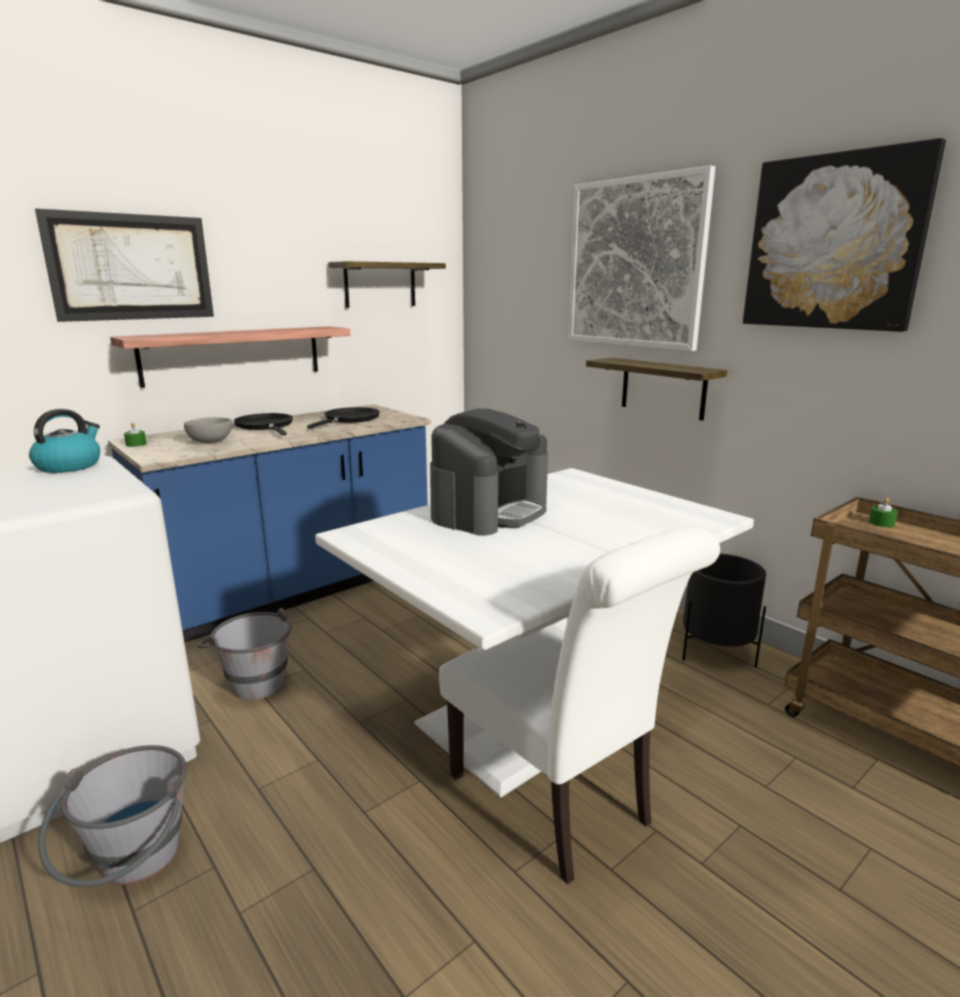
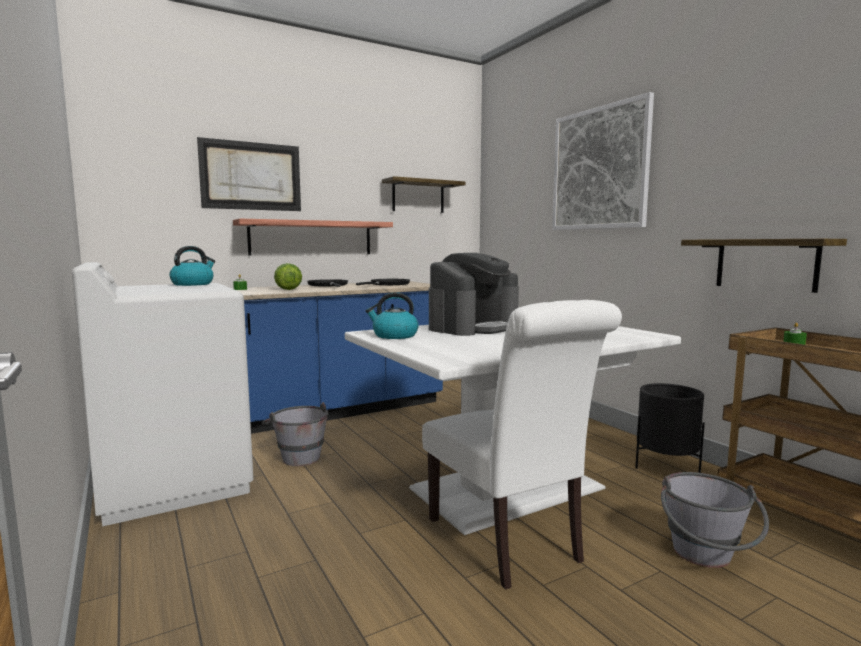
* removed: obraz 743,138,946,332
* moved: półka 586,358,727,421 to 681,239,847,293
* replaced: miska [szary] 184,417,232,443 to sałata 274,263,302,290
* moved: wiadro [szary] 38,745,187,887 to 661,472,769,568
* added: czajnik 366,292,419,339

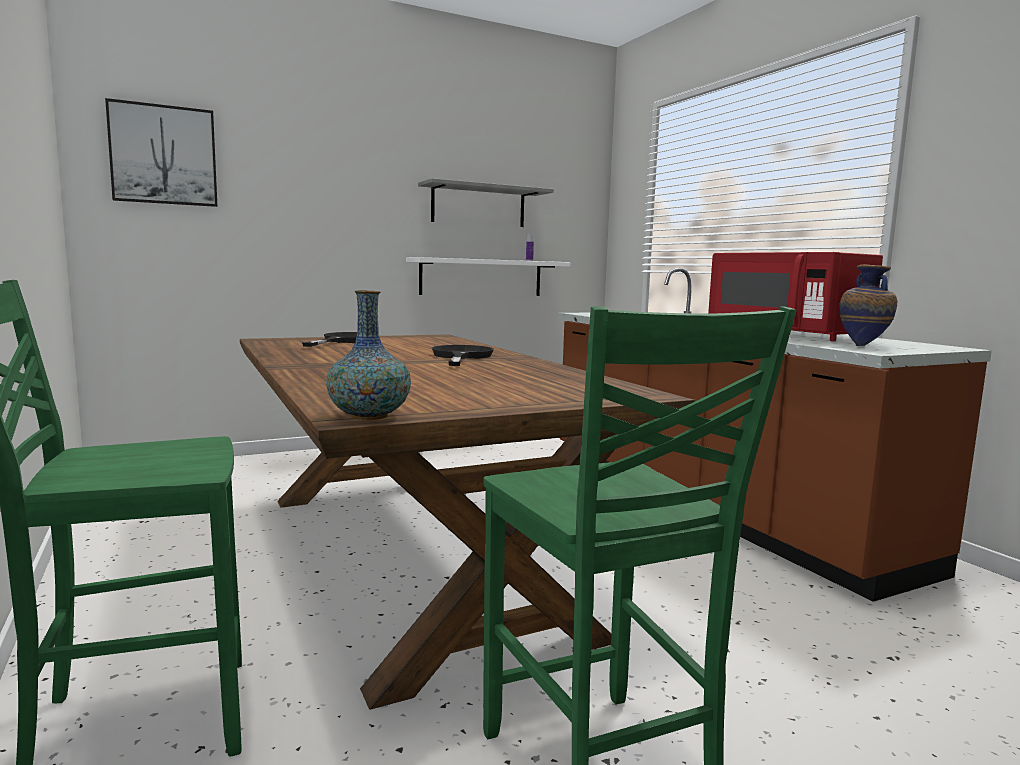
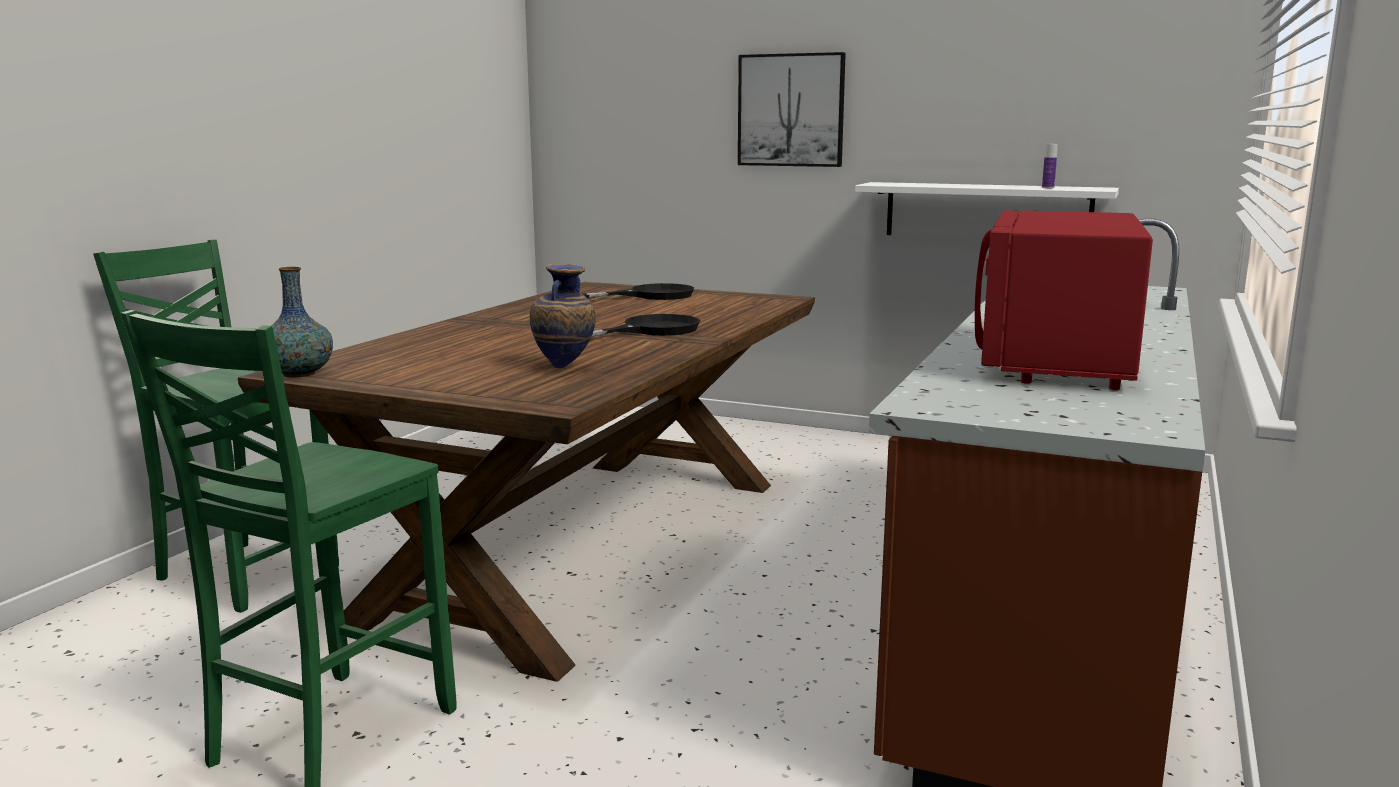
* moved: obraz 105,98,217,207 to 738,52,846,167
* removed: półka [szary] 418,178,554,227
* moved: wazon 839,264,897,346 to 530,264,596,368

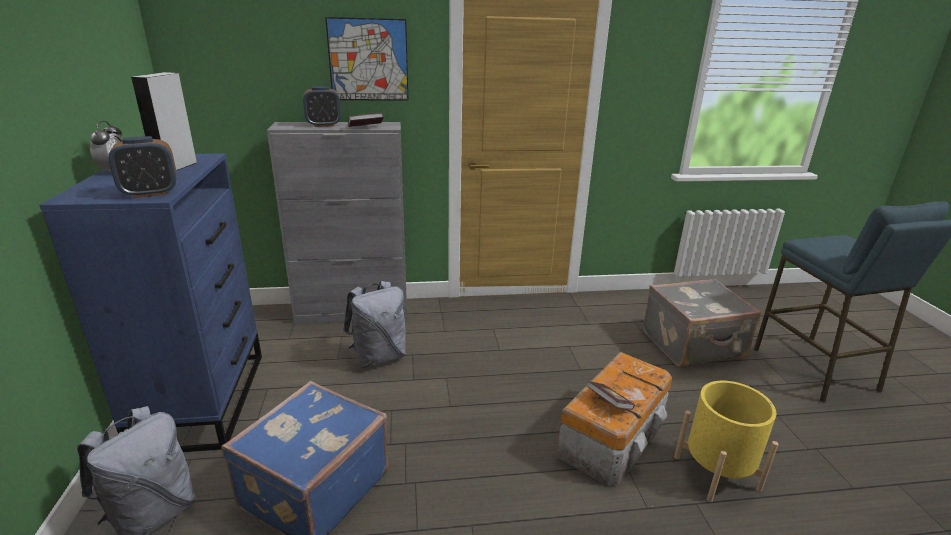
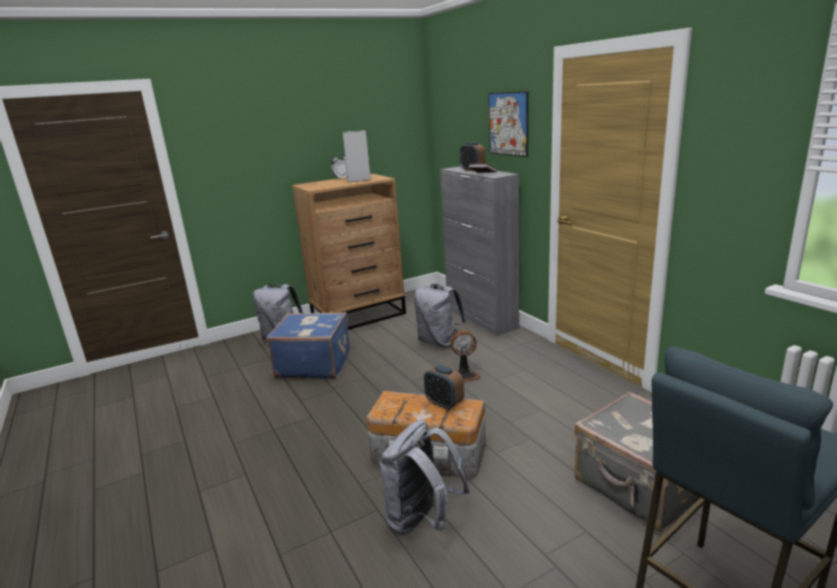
* moved: budzik 108,136,177,198 to 424,365,464,410
* recoloured: komoda [niebieski] 39,154,262,452 to komoda [brązowy] 292,174,406,330
* removed: książka 587,381,635,410
* replaced: donica [żółty] 674,381,779,502 to plecak [szary] 380,420,470,534
* added: wentylator 450,330,481,382

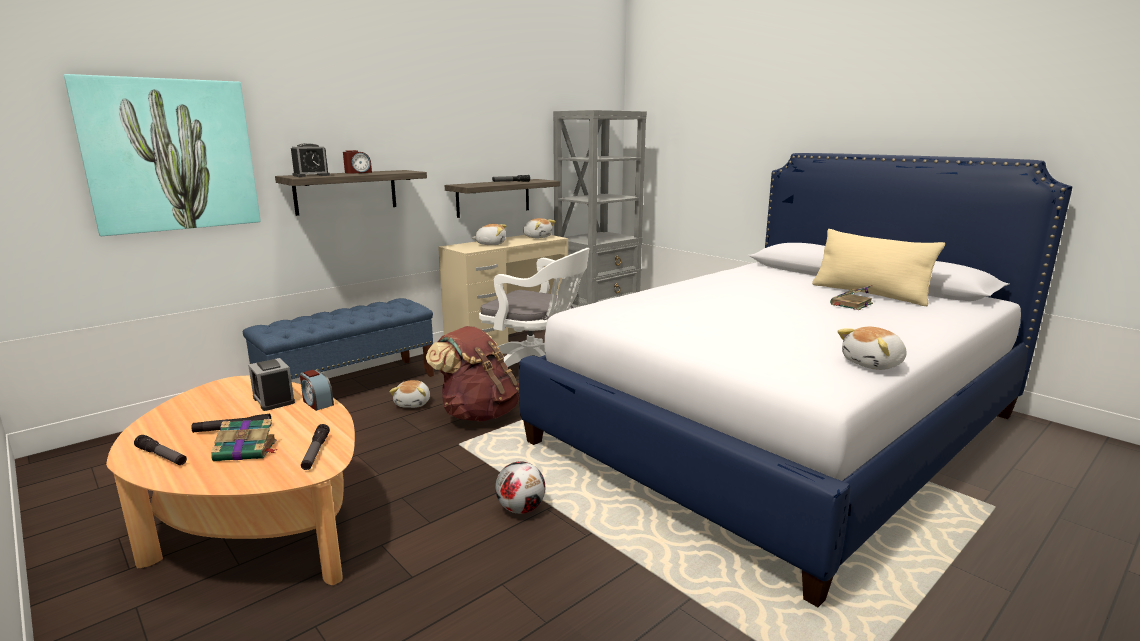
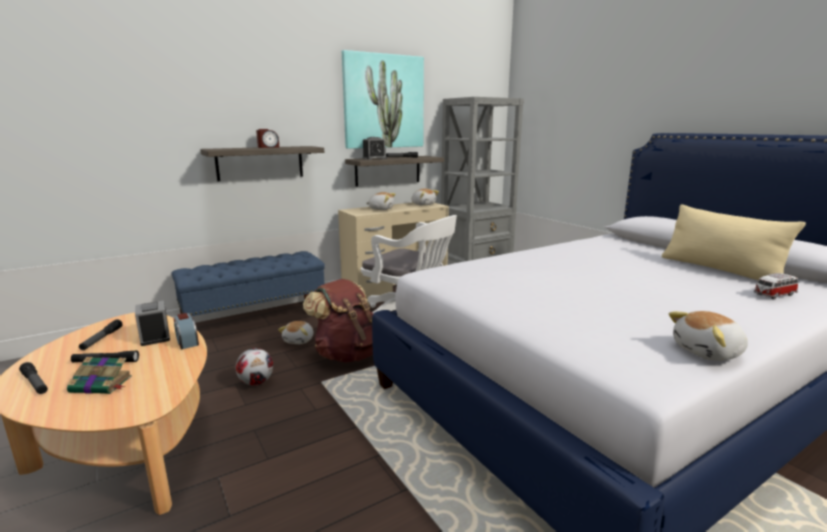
* moved: obraz 64,74,261,236 to 342,50,424,149
* moved: budzik 291,143,330,177 to 362,137,387,160
* removed: książka 830,285,873,310
* moved: latarka 301,424,330,470 to 79,319,123,350
* moved: piłka futbolowa 495,461,545,514 to 235,348,273,385
* added: samochodzik 754,273,798,299

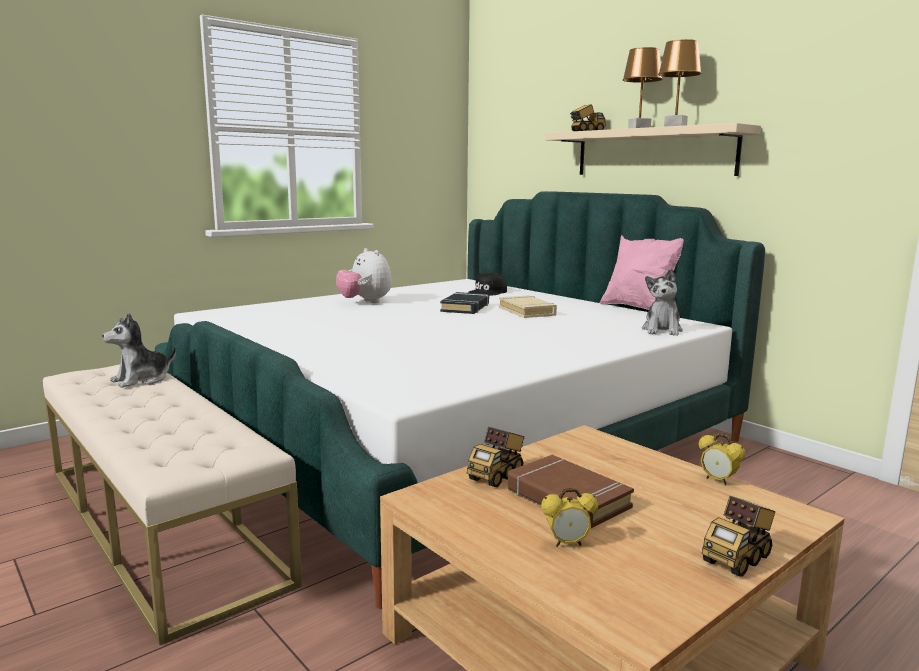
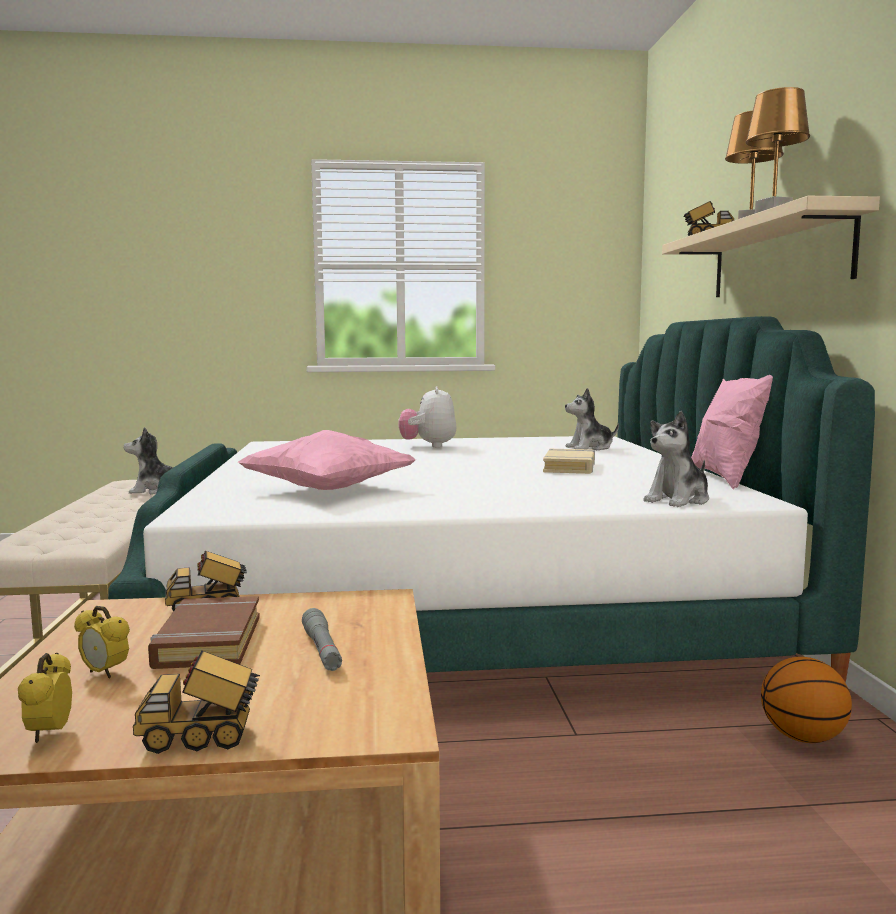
* replaced: czapka z daszkiem [czarny] 468,273,507,295 to pluszak 565,388,619,450
* removed: książka [czarny] 440,292,489,314
* moved: budzik 699,433,745,485 to 18,653,72,743
* added: poduszka [różowy] 237,430,416,490
* added: latarka [szary] 302,608,342,671
* added: piłka do koszykówki 761,657,852,743

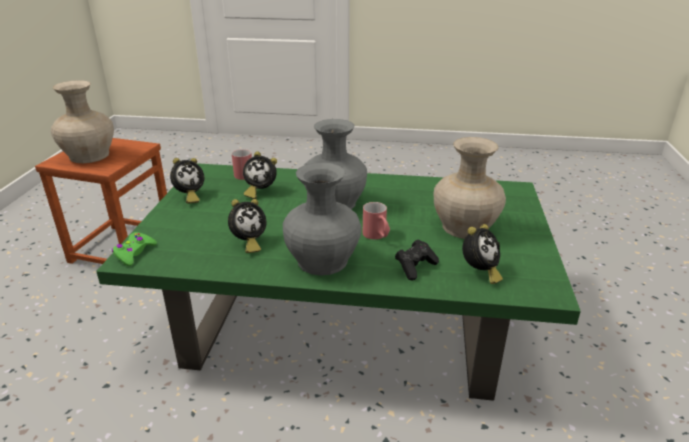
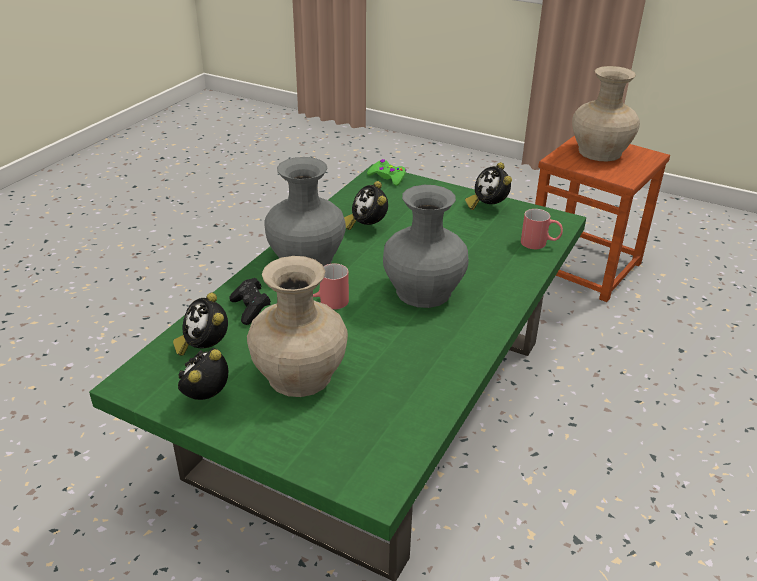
* moved: budzik 243,151,277,199 to 178,348,228,400

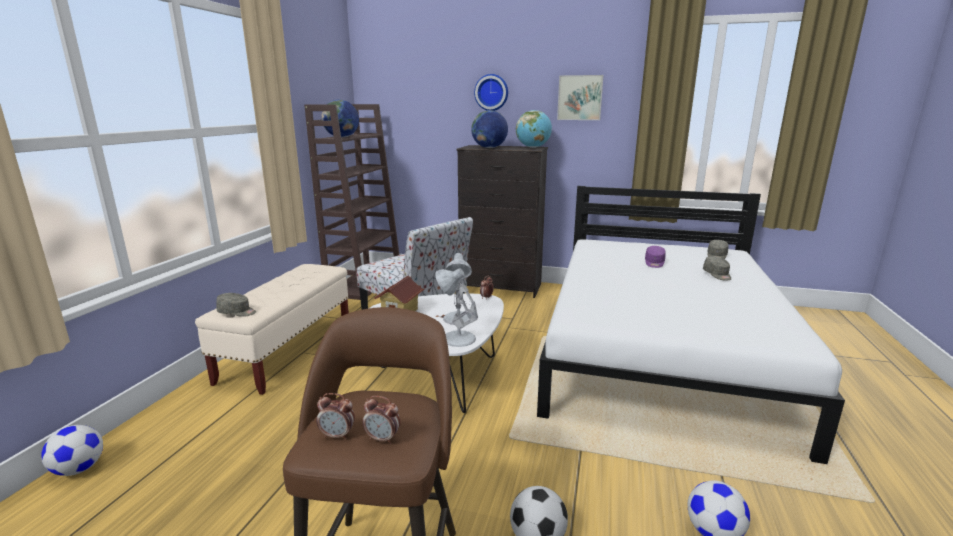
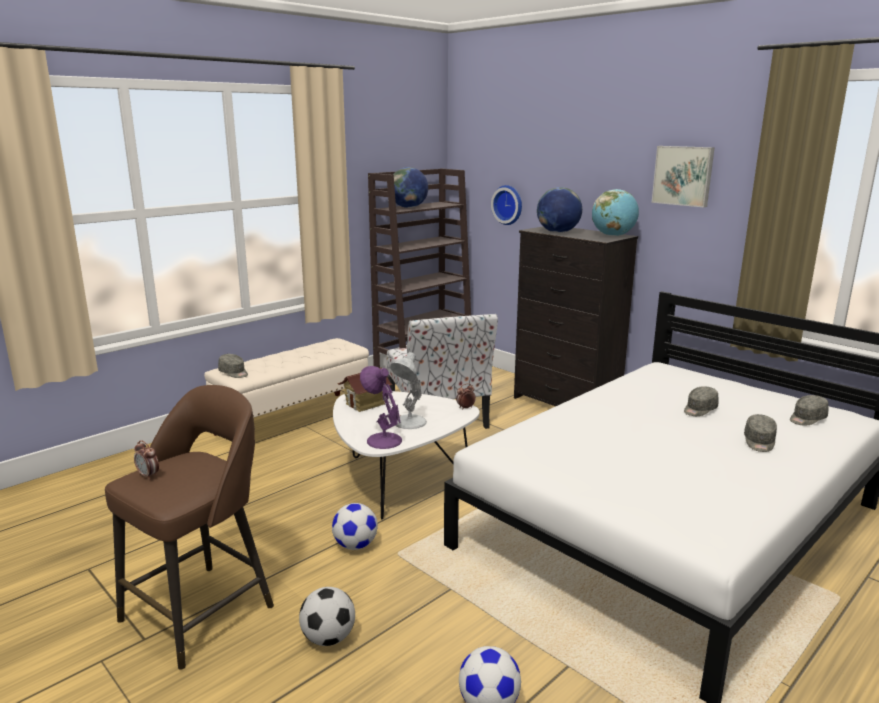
* moved: zegar ścienny 474,74,508,111 to 491,185,522,225
* recoloured: czapka z daszkiem [fioletowy] 645,246,666,268 to czapka z daszkiem [szary] 684,386,719,416
* recoloured: lampa stołowa [biały] 435,268,478,347 to lampa stołowa [fioletowy] 360,366,402,449
* removed: budzik 363,396,400,444
* moved: piłka futbolowa 41,425,103,476 to 332,503,378,550

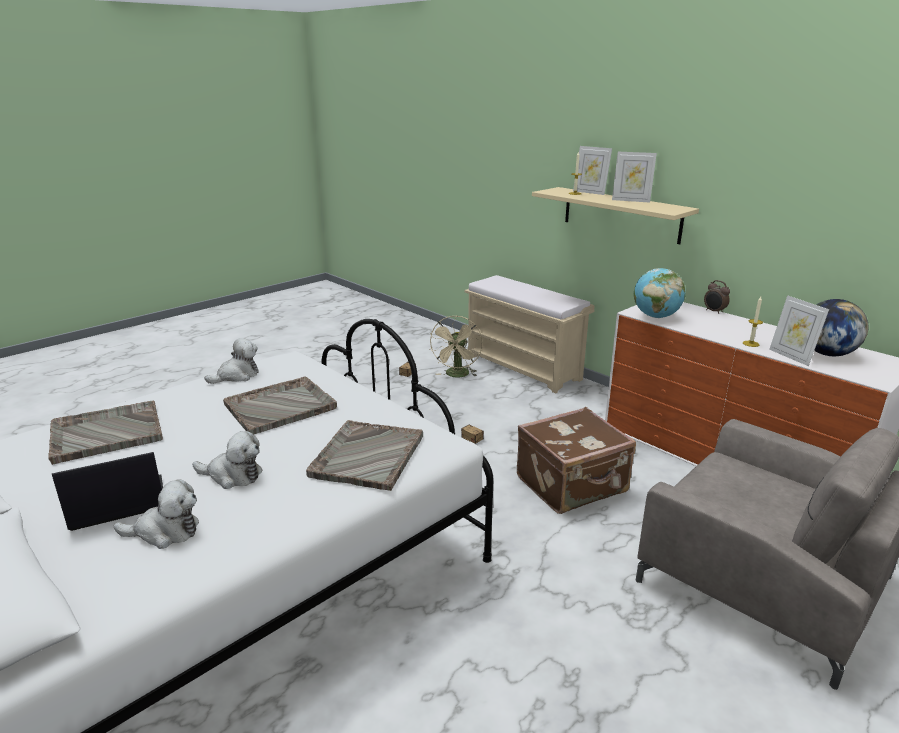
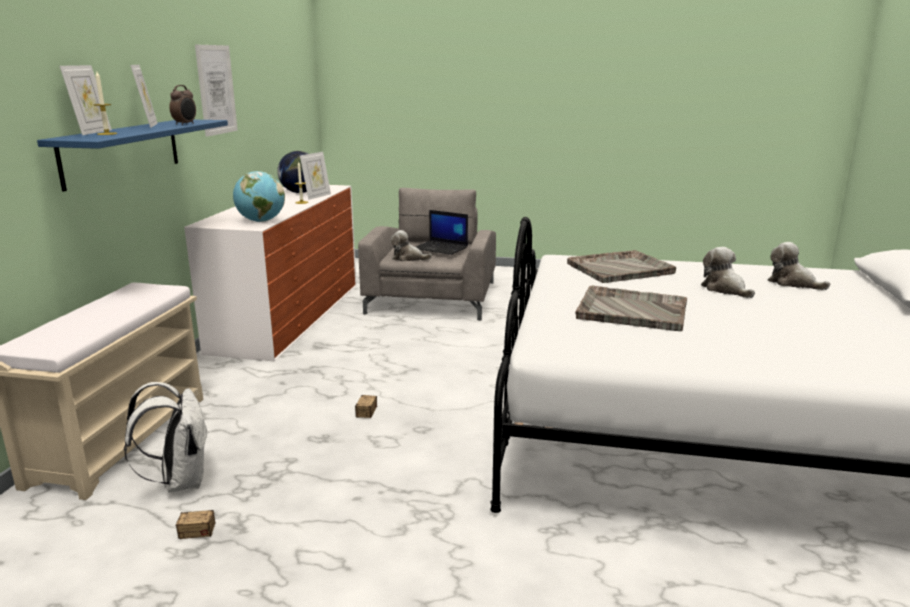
* recoloured: półka [beżowy] 532,187,699,244 to półka [niebieski] 37,120,228,192
* moved: budzik 704,280,730,314 to 170,85,196,125
* replaced: wentylator [beżowy] 429,315,483,377 to plecak [biały] 124,382,208,493
* moved: pluszak 204,338,259,384 to 391,230,432,261
* removed: taca [szary] 48,401,163,465
* removed: walizka [brązowy] 517,407,636,514
* moved: laptop 52,452,163,531 to 416,210,468,255
* added: obraz 195,45,238,137

